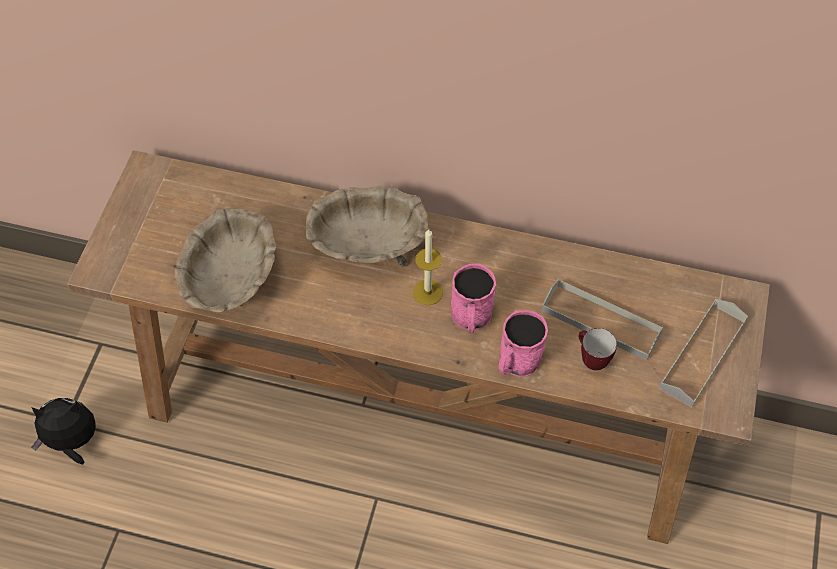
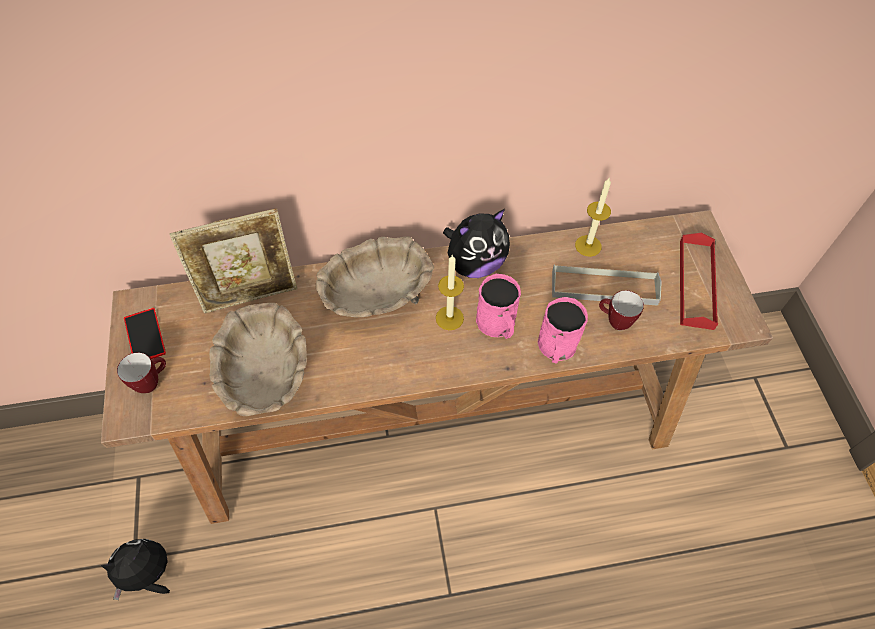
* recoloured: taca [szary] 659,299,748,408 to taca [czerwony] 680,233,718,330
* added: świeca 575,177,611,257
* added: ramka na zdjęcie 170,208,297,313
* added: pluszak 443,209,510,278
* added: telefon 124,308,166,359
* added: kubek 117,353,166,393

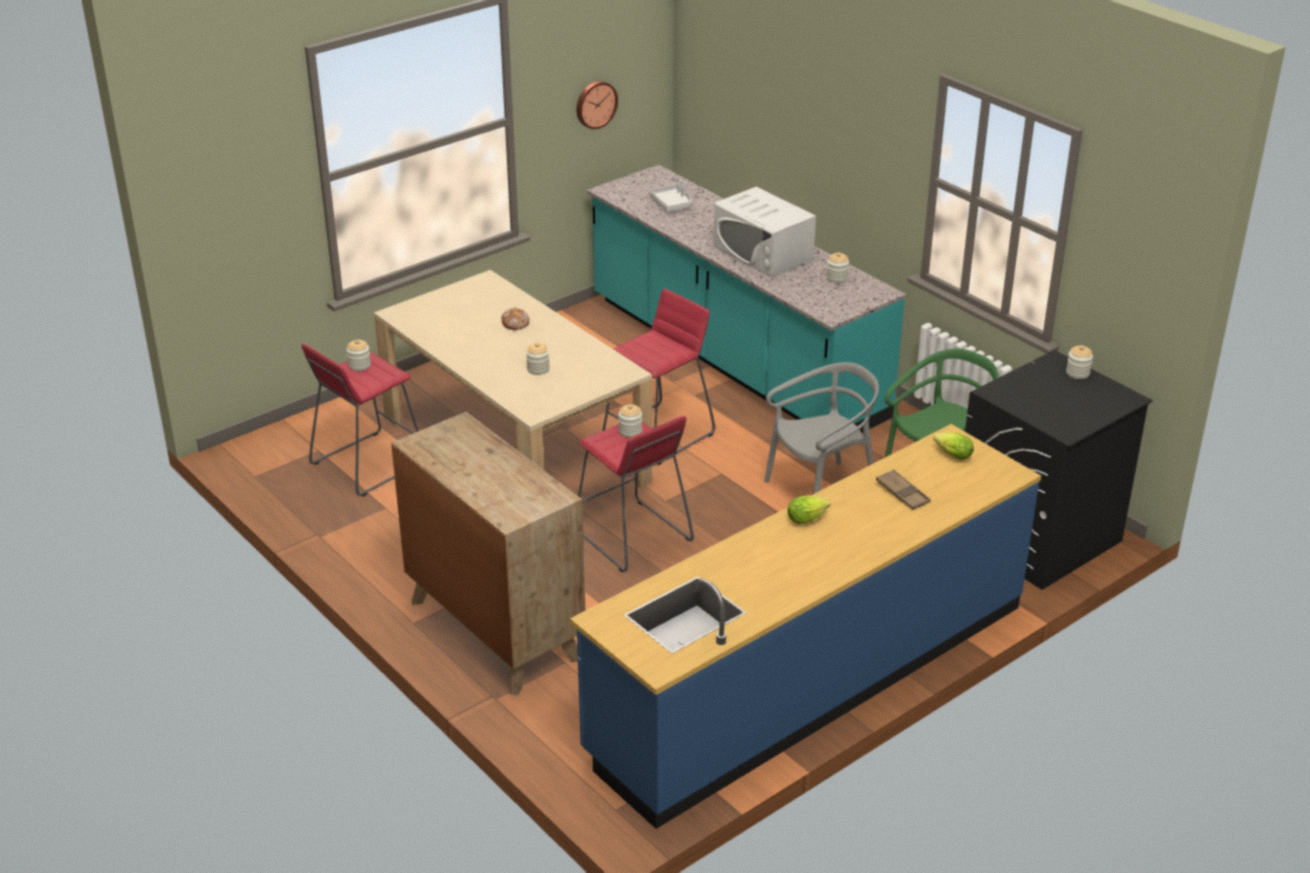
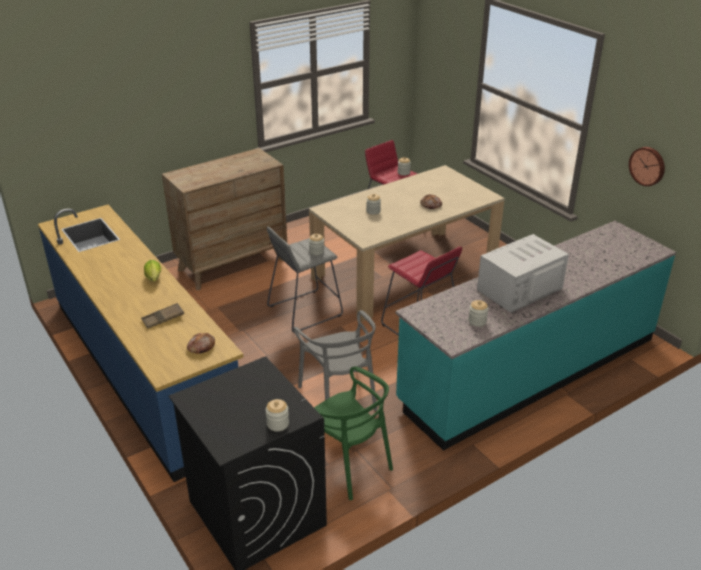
* removed: taca [szary] 649,180,691,212
* recoloured: stołek [czerwony] 578,416,694,572 to stołek [szary] 267,227,343,333
* replaced: sałata 933,432,974,460 to chleb 187,333,215,354

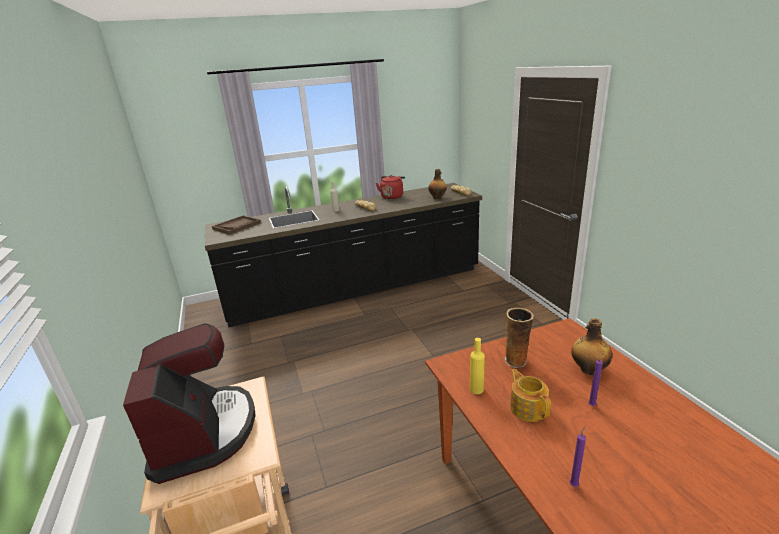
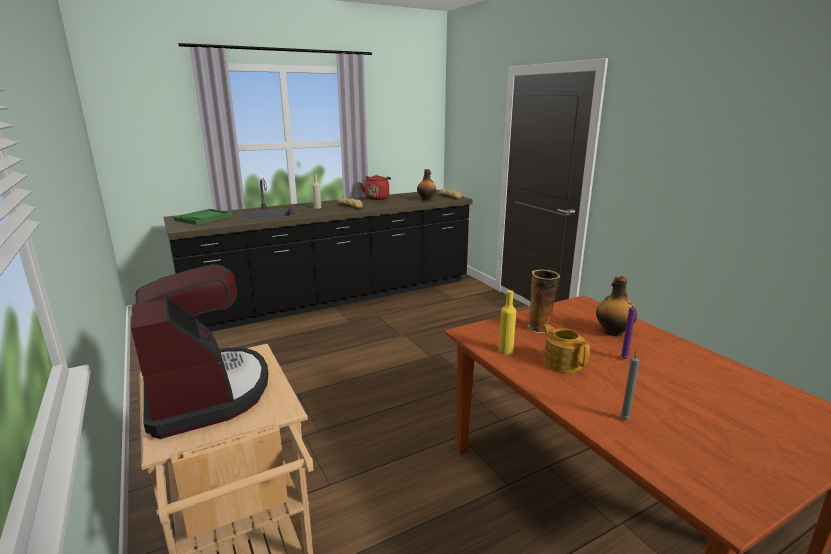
* recoloured: taca [brązowy] 212,215,261,235 to taca [zielony] 174,209,232,225
* recoloured: świeca [fioletowy] 570,426,586,487 to świeca [szary] 620,349,640,419

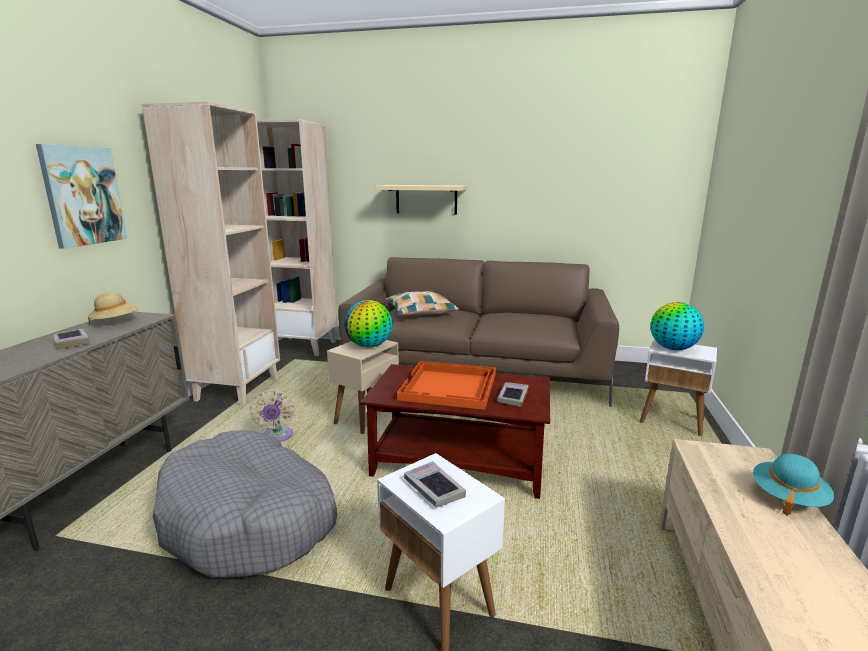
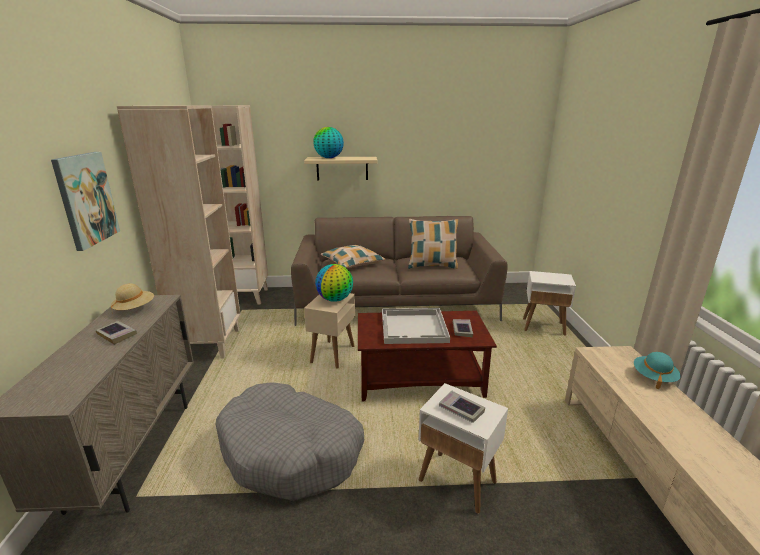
* moved: globus 651,302,704,350 to 313,127,344,158
* recoloured: taca [pomarańczowy] 397,361,496,410 to taca [biały] 382,308,450,344
* removed: wentylator [beżowy] 250,389,295,442
* added: poduszka 408,219,459,269

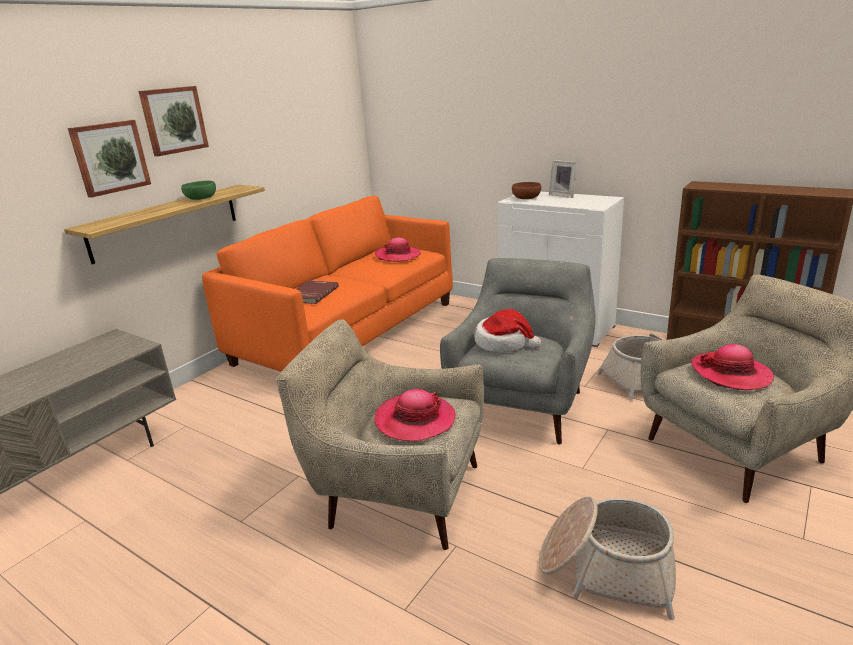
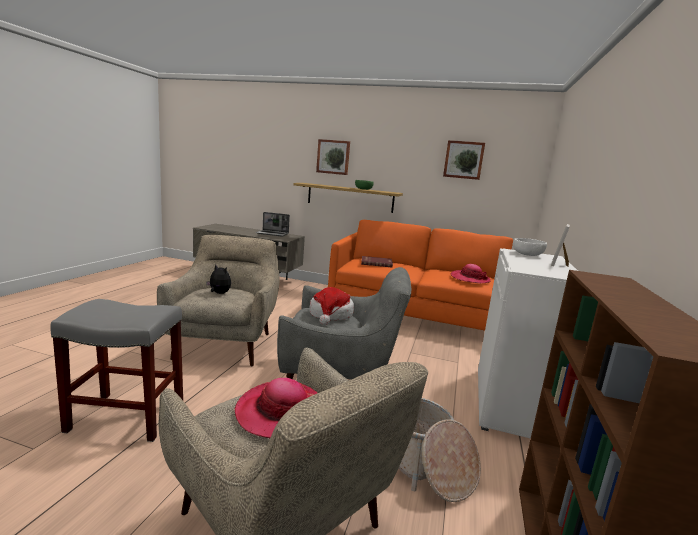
* moved: obraz 139,86,209,156 to 443,140,485,180
* recoloured: miska [brązowy] 512,182,541,199 to miska [biały] 513,238,547,256
* replaced: kapelusz 375,389,456,441 to pluszak 206,264,231,294
* replaced: koszyk 539,496,676,620 to stołek [szary] 50,299,183,442
* added: laptop 256,212,290,237

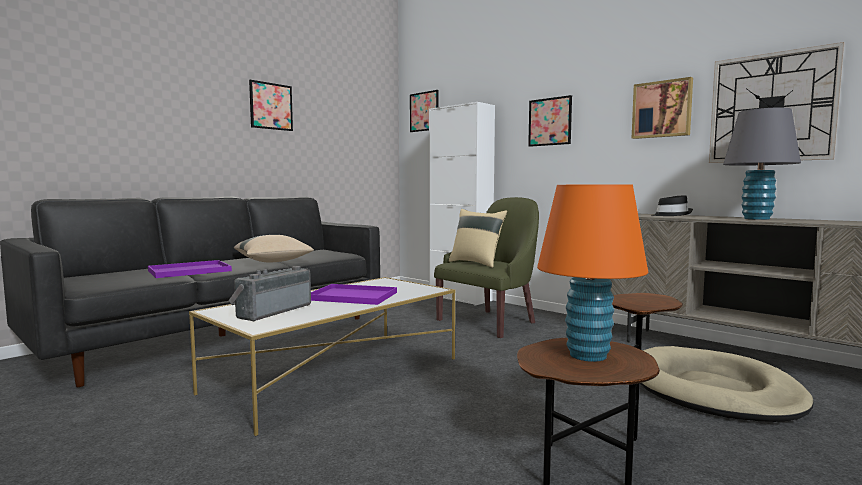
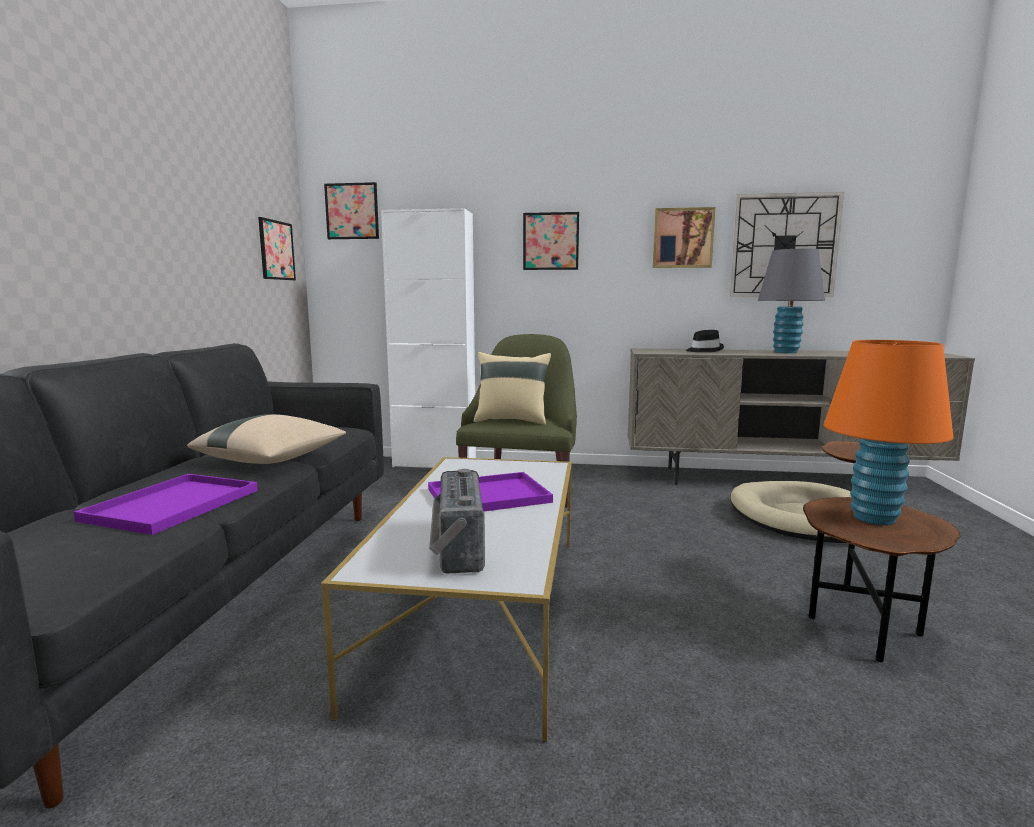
* moved: obraz 249,80,293,131 to 258,217,296,280

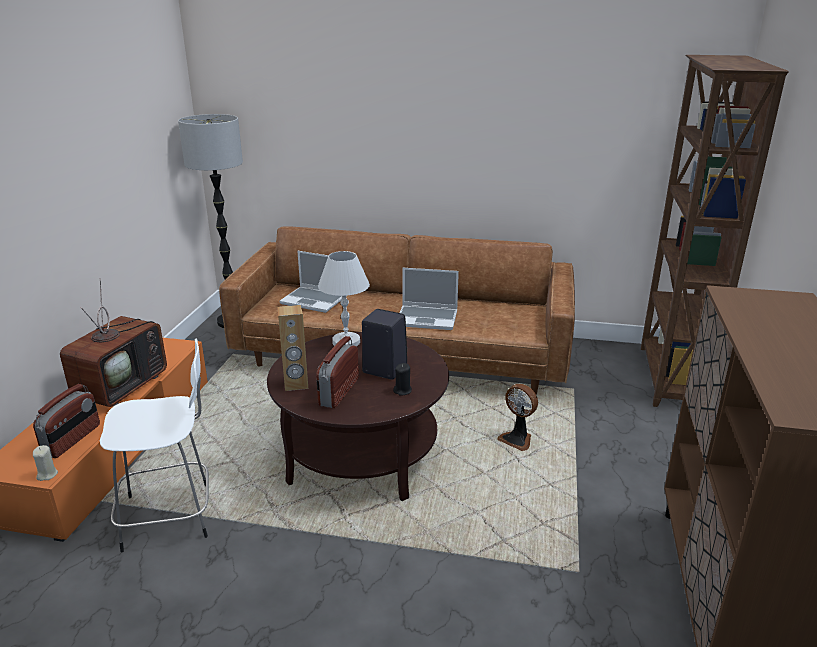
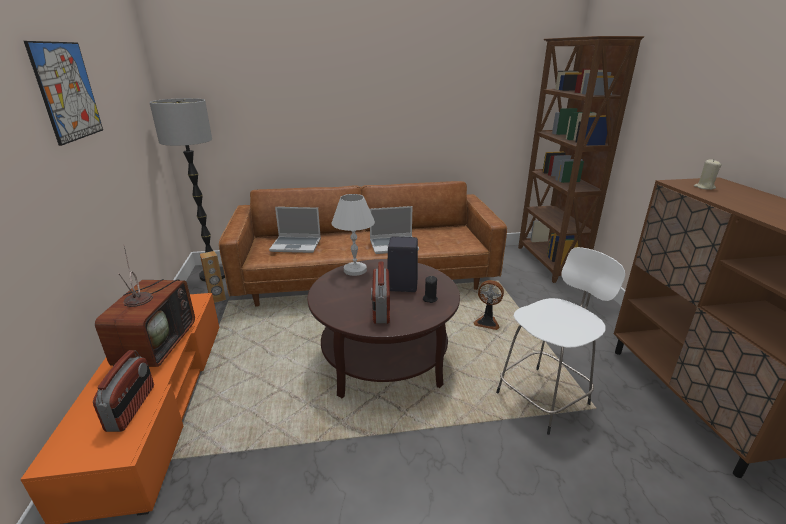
* moved: głośnik [brązowy] 278,305,308,391 to 200,251,226,303
* moved: stołek [biały] 100,339,209,552 to 496,247,625,435
* moved: świeca [beżowy] 33,445,58,481 to 694,159,722,190
* added: obraz 24,41,103,146

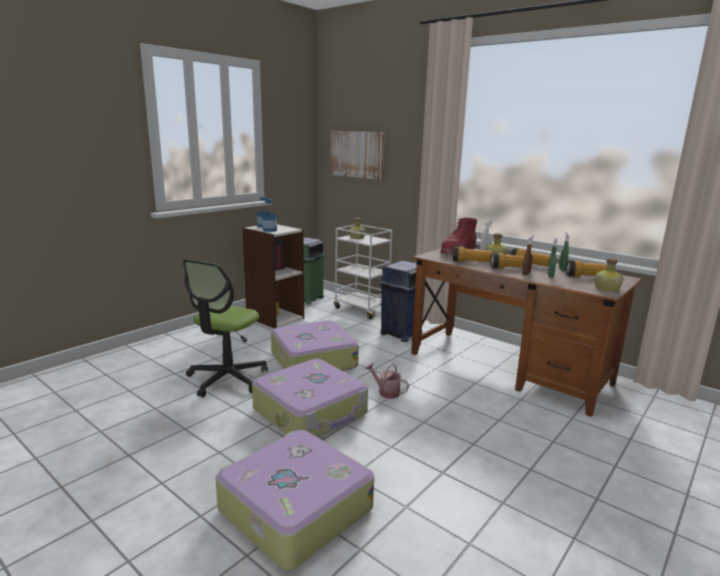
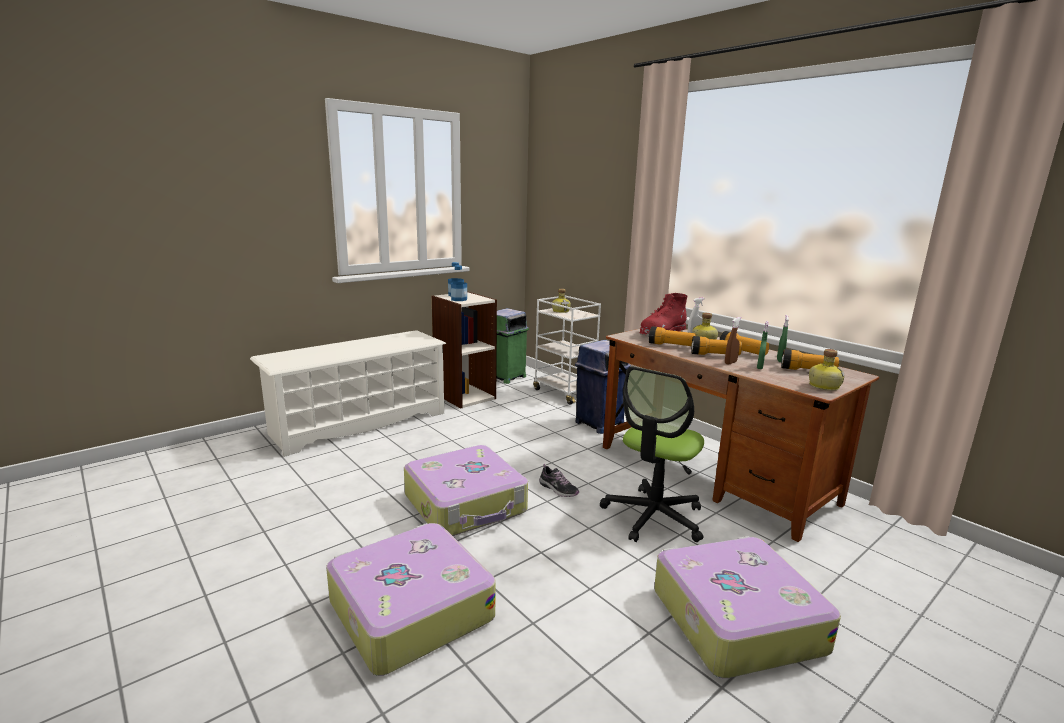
* removed: obraz 330,131,385,180
* moved: krzesło biurowe 183,259,268,397 to 600,366,704,542
* moved: walizka 271,320,359,371 to 654,536,841,678
* replaced: konewka 365,363,409,399 to but 539,464,579,497
* added: regał na buty [biały] 250,330,446,457

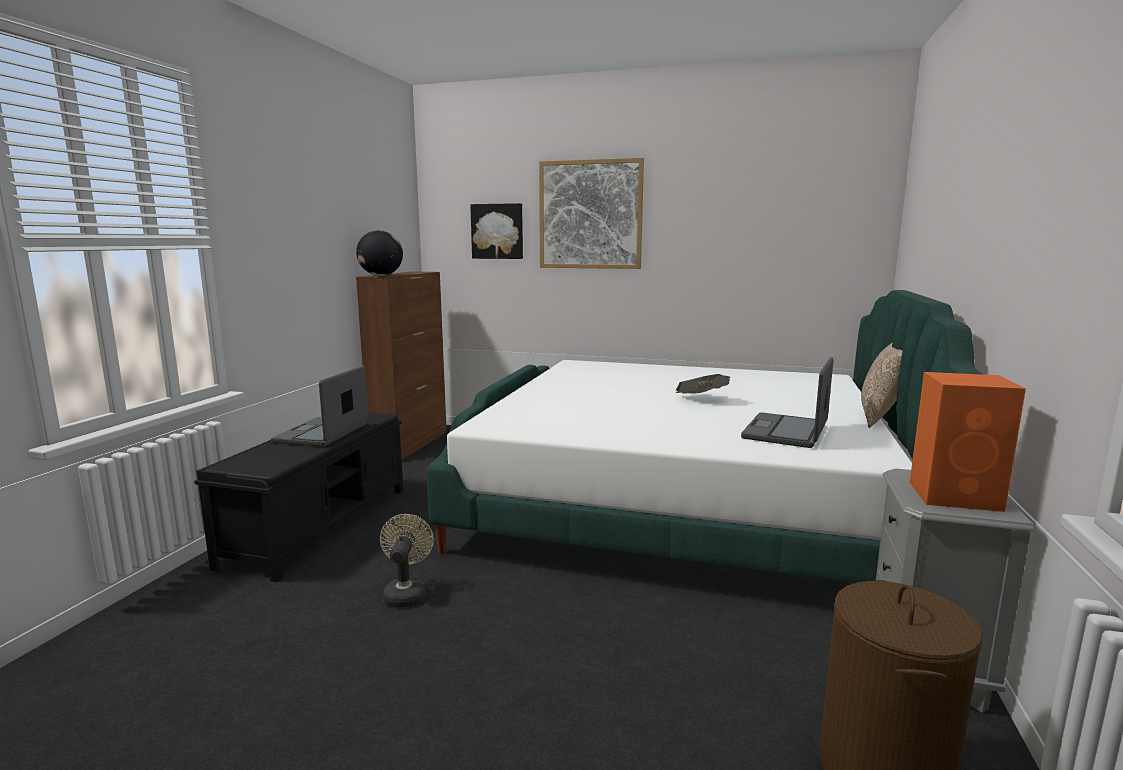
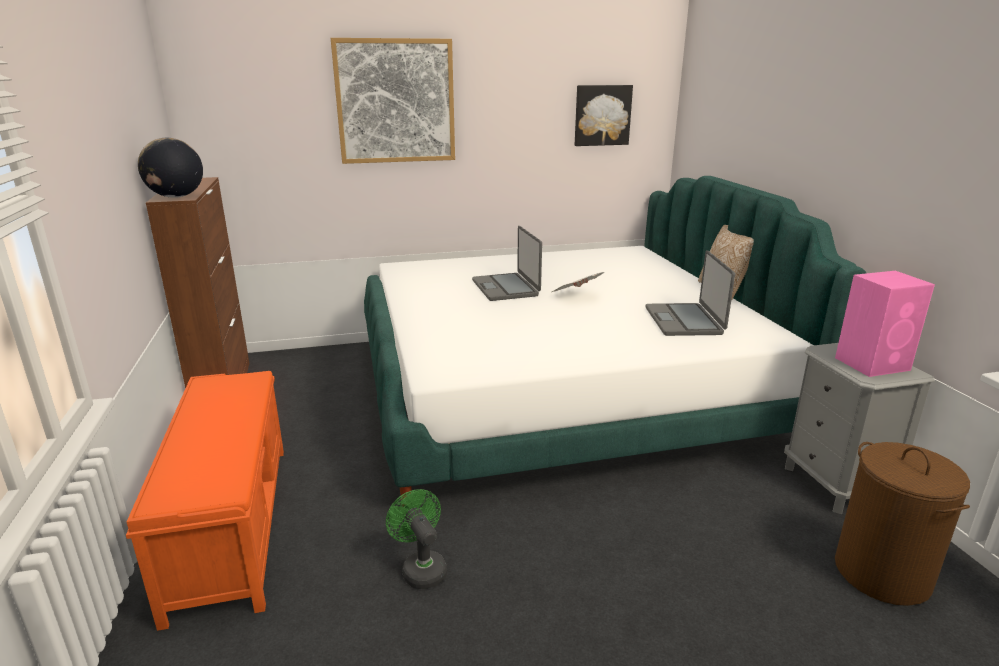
* moved: obraz 470,203,523,259 to 575,85,633,146
* moved: laptop 271,365,369,447 to 472,226,542,301
* recoloured: głośnik [pomarańczowy] 910,372,1026,512 to głośnik [różowy] 835,271,935,377
* recoloured: ławka [czarny] 194,412,403,582 to ławka [pomarańczowy] 126,371,284,631
* recoloured: wentylator [beżowy] 380,514,434,608 to wentylator [zielony] 386,489,447,589

